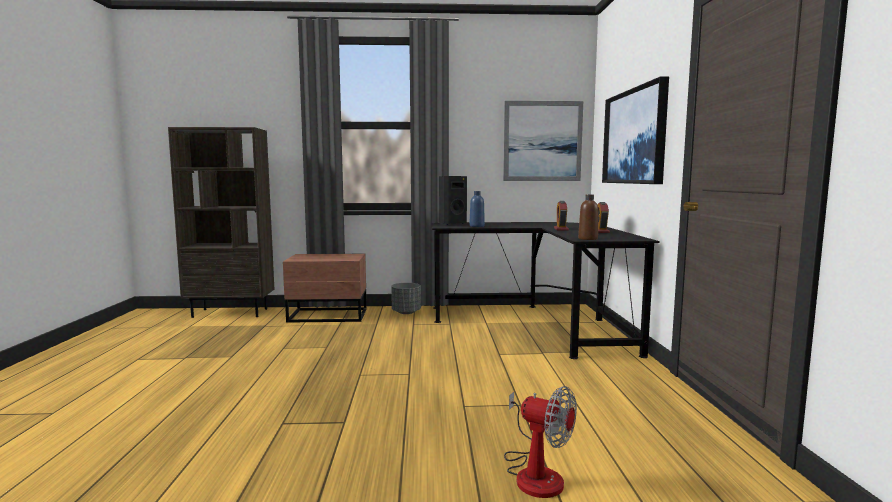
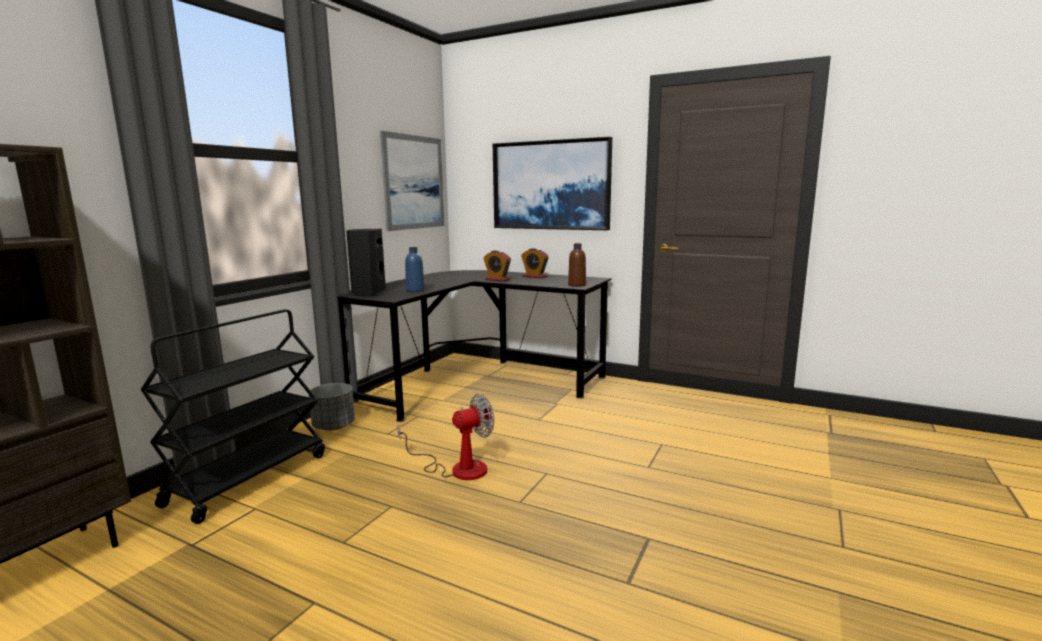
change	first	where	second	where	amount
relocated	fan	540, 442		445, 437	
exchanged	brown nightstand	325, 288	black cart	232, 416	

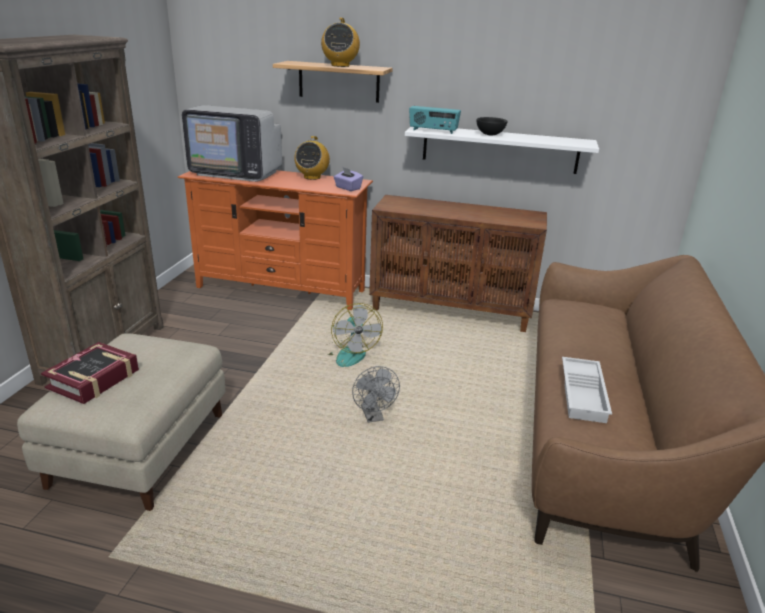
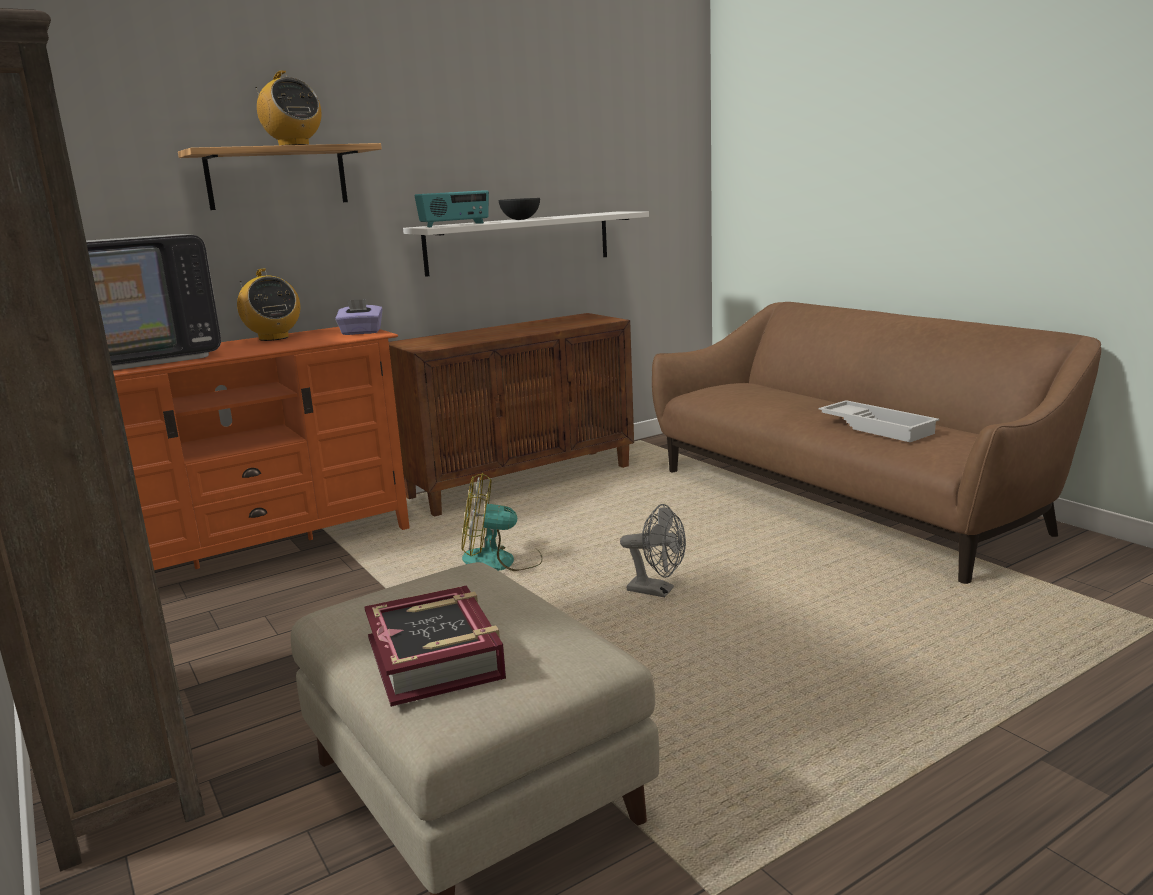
change	first	where	second	where	amount
spun	fan	354, 335		502, 522	150 degrees clockwise

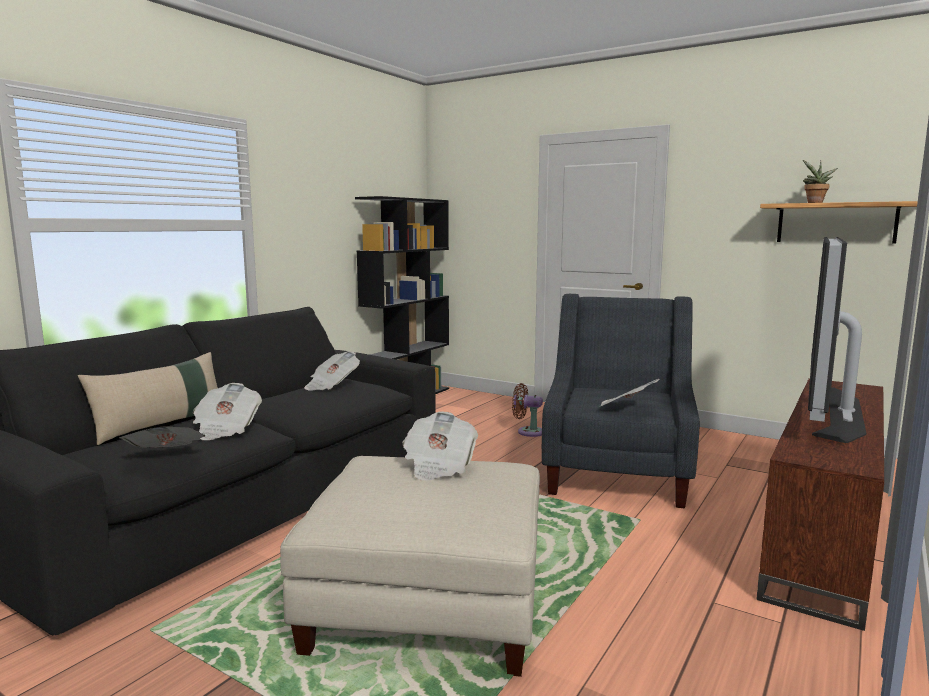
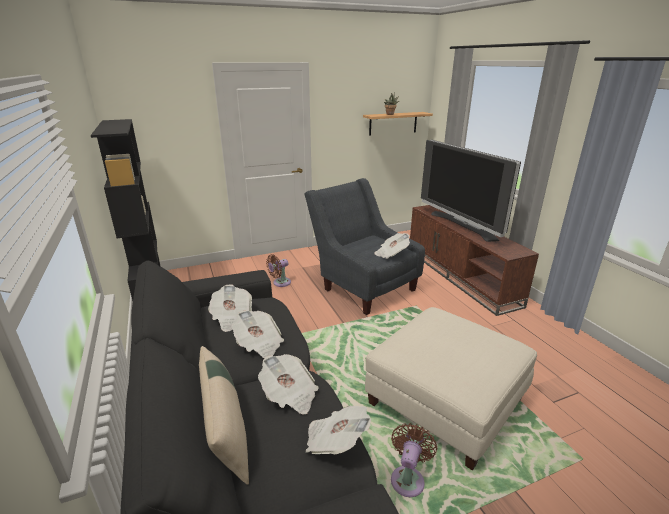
change	first	where	second	where	amount
appeared			brown fan	414, 460	
relocated	newspaper	440, 445		257, 334	

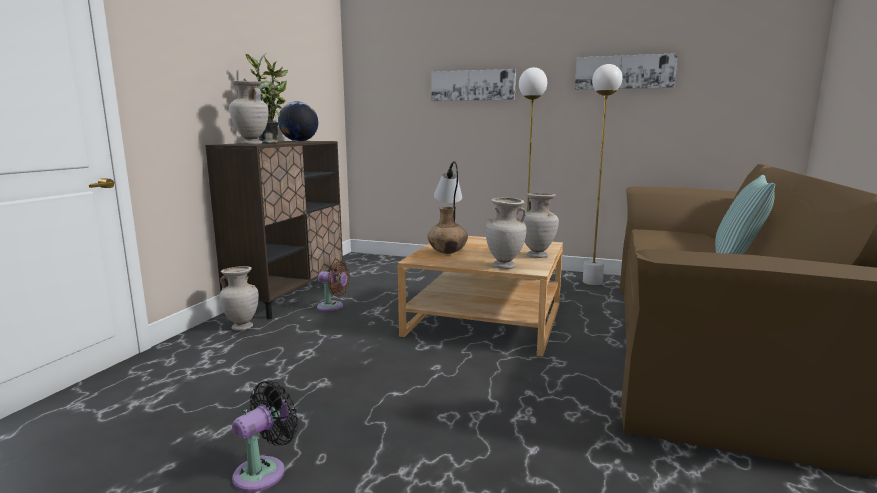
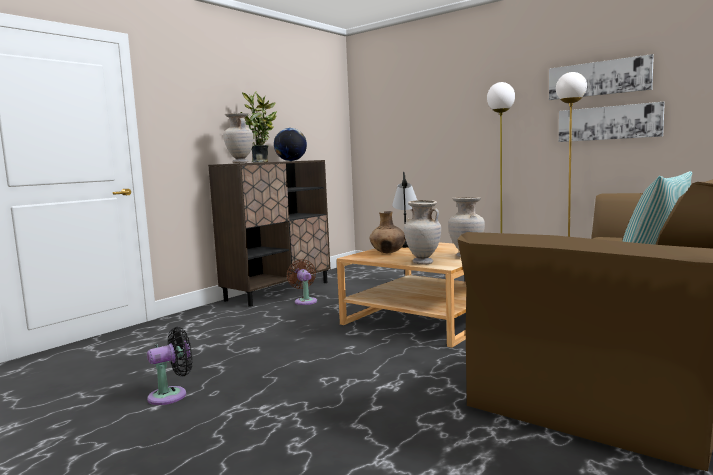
change	first	where	second	where	amount
missing	beige vase	239, 298			
relocated	picture	473, 85		612, 122	
spun	brown fan	333, 286		302, 282	150 degrees counterclockwise

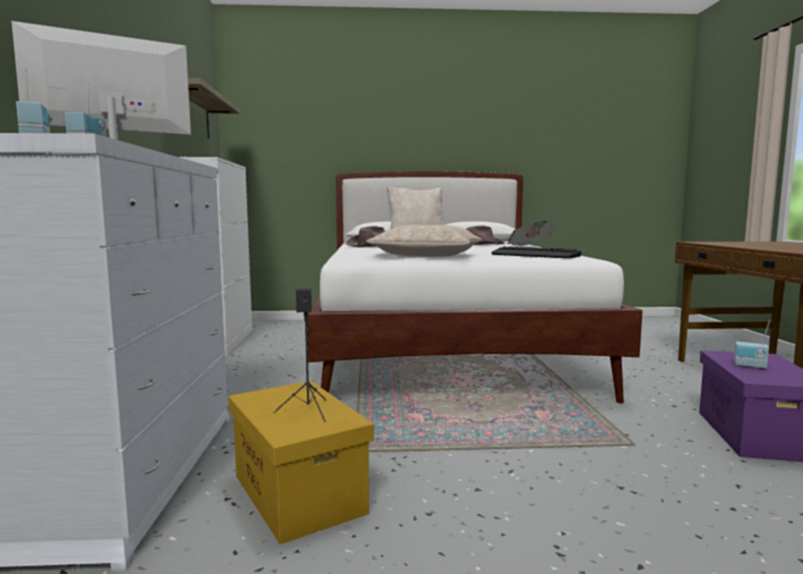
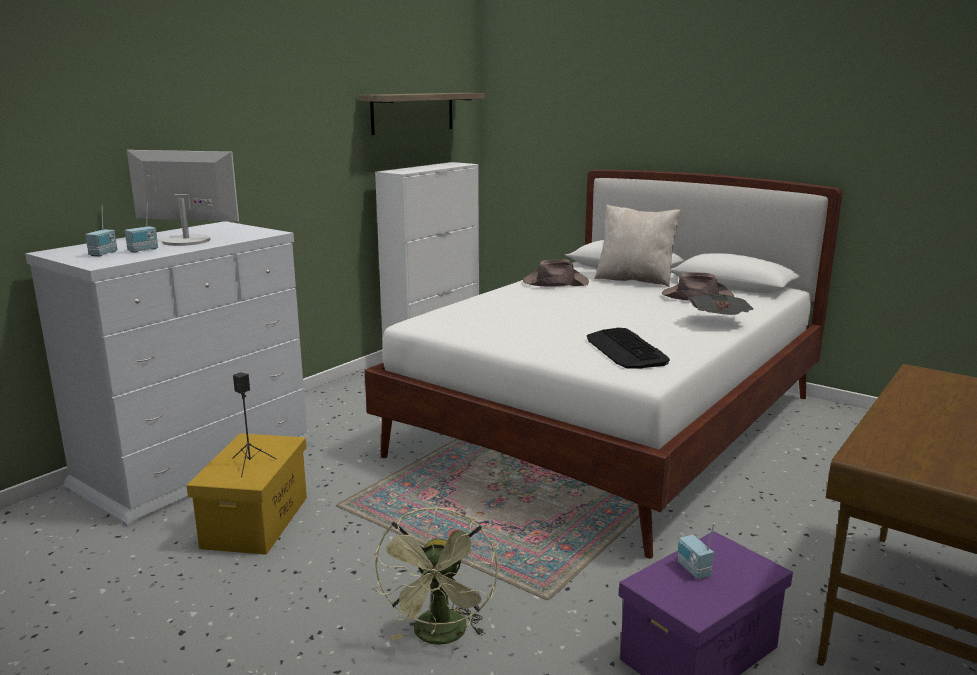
change	first	where	second	where	amount
missing	beige pillow	424, 241			
appeared			green fan	436, 576	

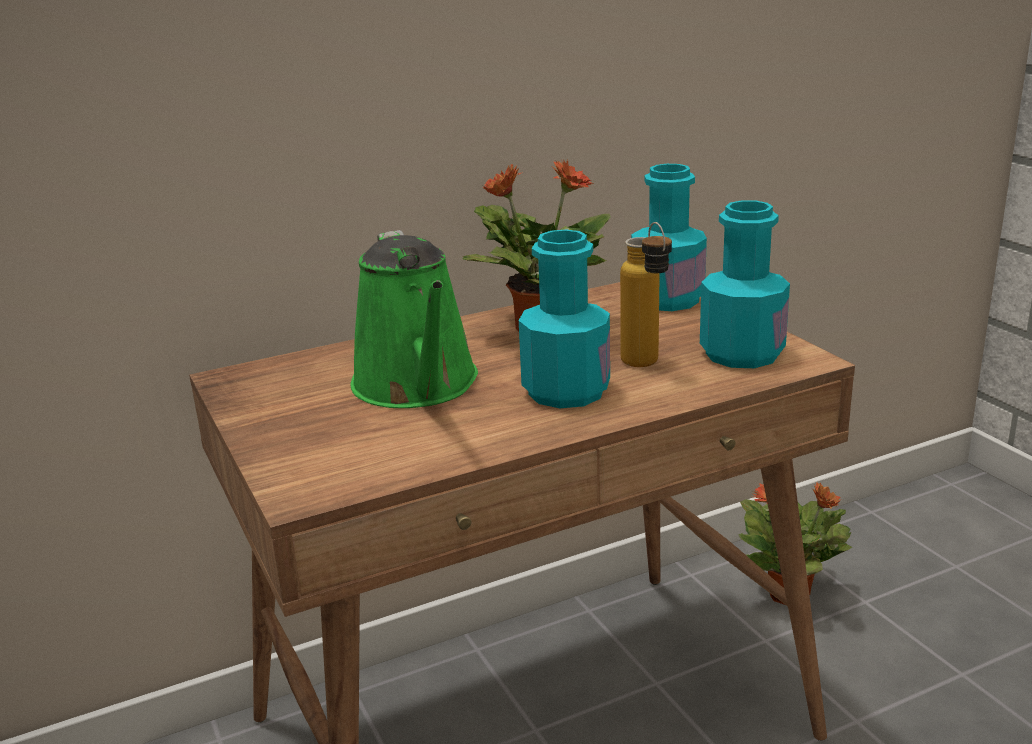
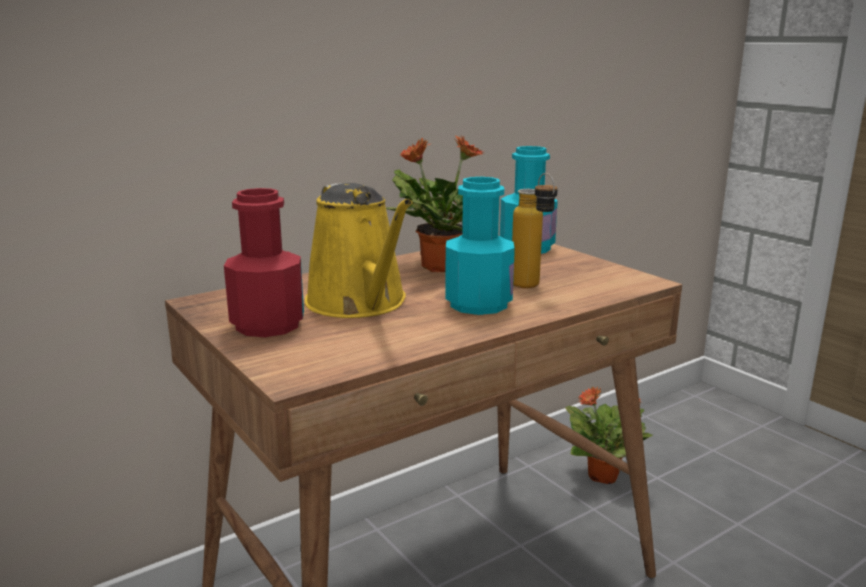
change	first	where	second	where	amount
missing	turquoise bottle	745, 284			
appeared			red bottle	264, 262	
colour	green watering can	414, 319	yellow watering can	359, 250	

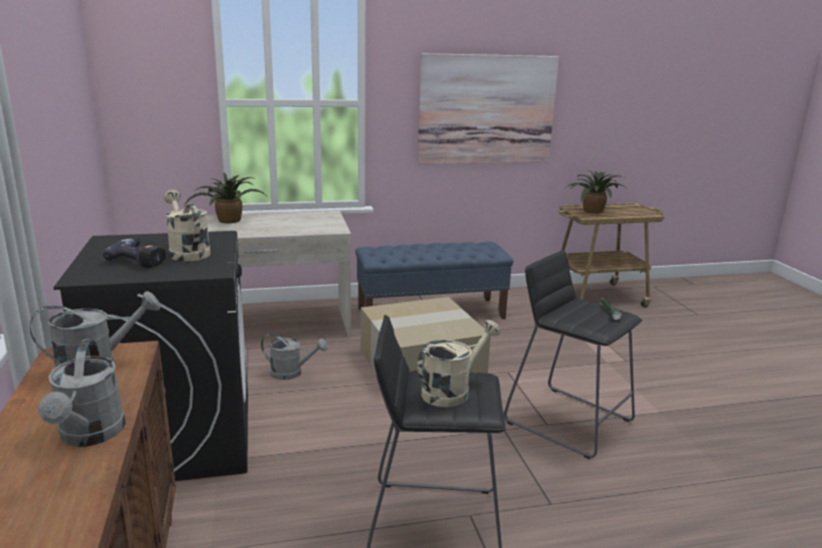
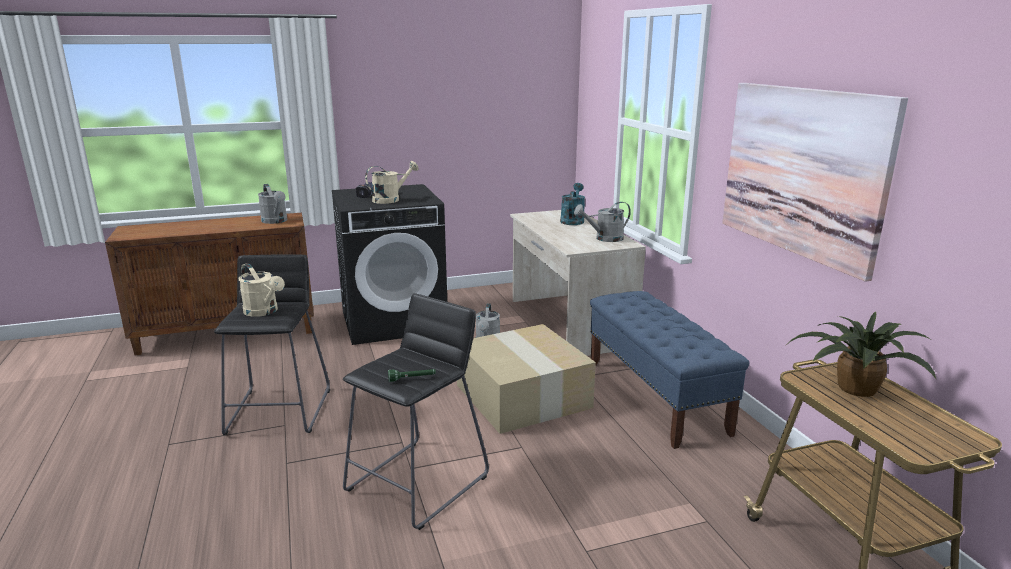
change	first	where	second	where	amount
relocated	grey watering can	82, 393		602, 222	
exchanged	potted plant	225, 198	turquoise watering can	572, 204	

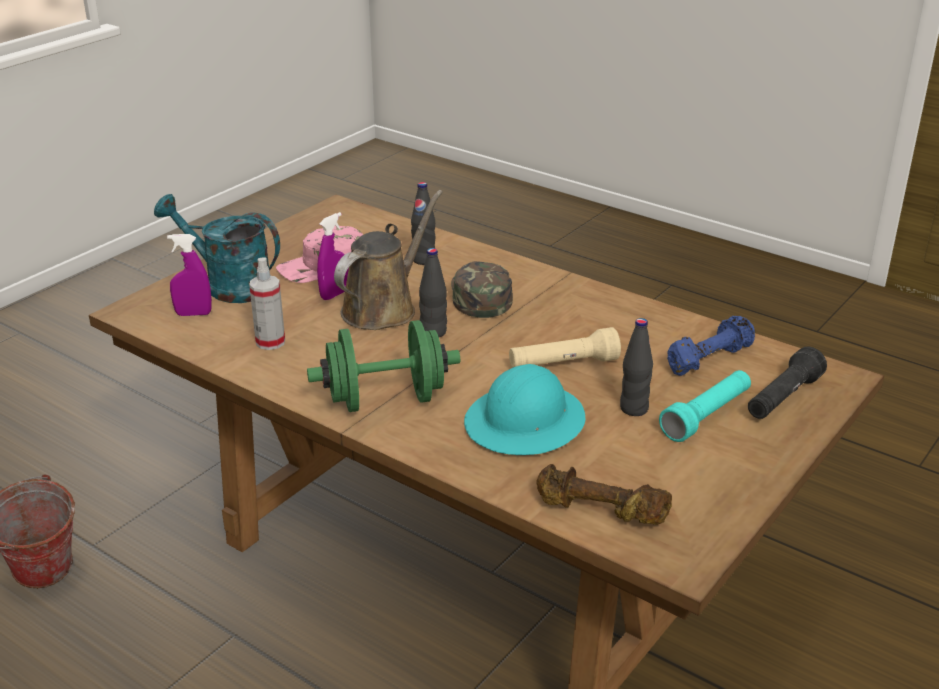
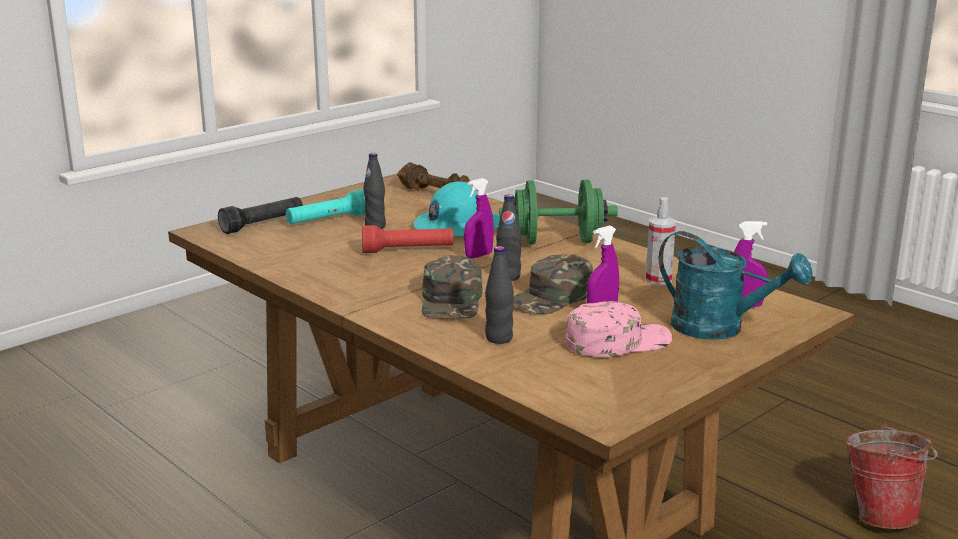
change	first	where	second	where	amount
missing	blue dumbbell	711, 346			
appeared			purple spray bottle	479, 218	
exchanged	brown watering can	388, 260	green cap	553, 284	
colour	beige flashlight	565, 347	red flashlight	408, 239	

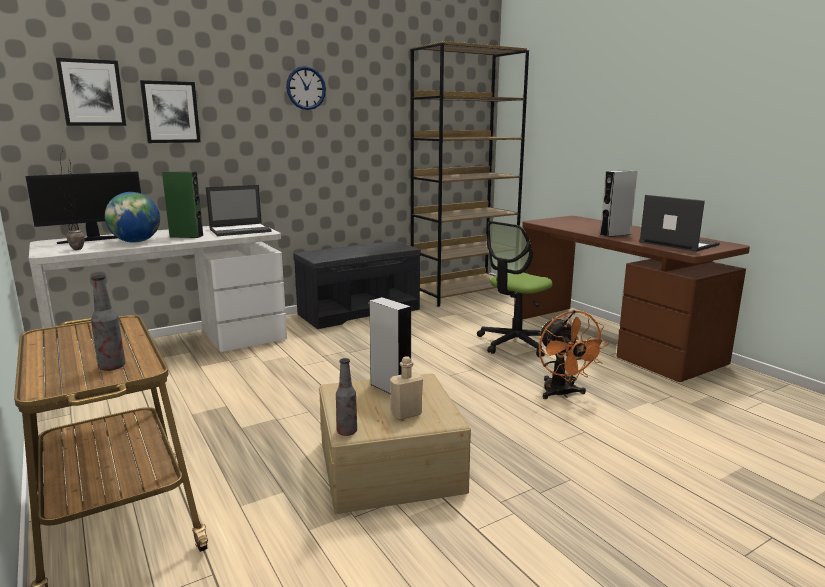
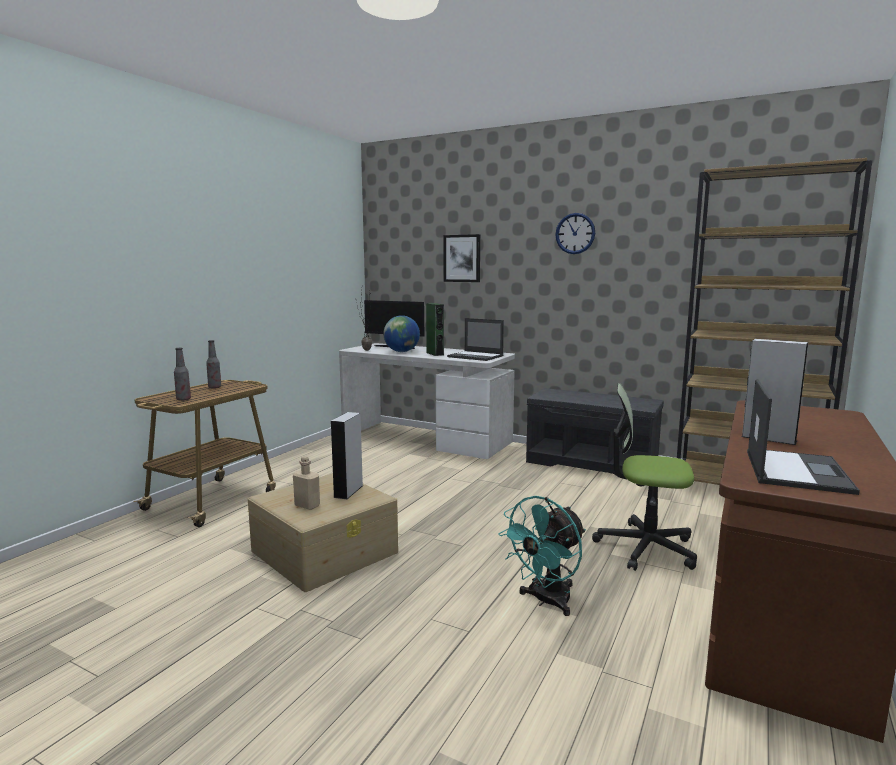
change	first	where	second	where	amount
missing	picture	91, 92			
relocated	bottle	346, 397		213, 364	
colour	orange fan	574, 354	turquoise fan	542, 556	

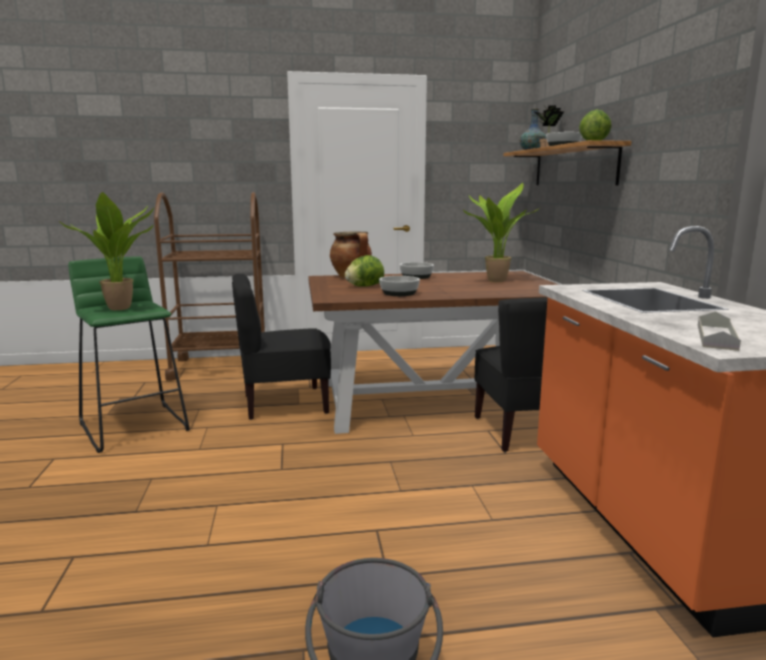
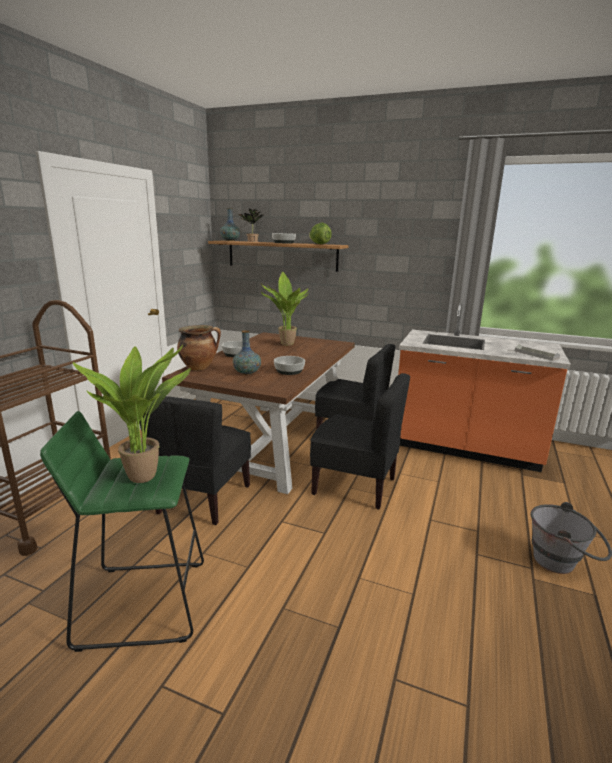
change	first	where	second	where	amount
appeared			black chair	360, 441	
exchanged	lettuce	364, 271	vase	247, 352	

